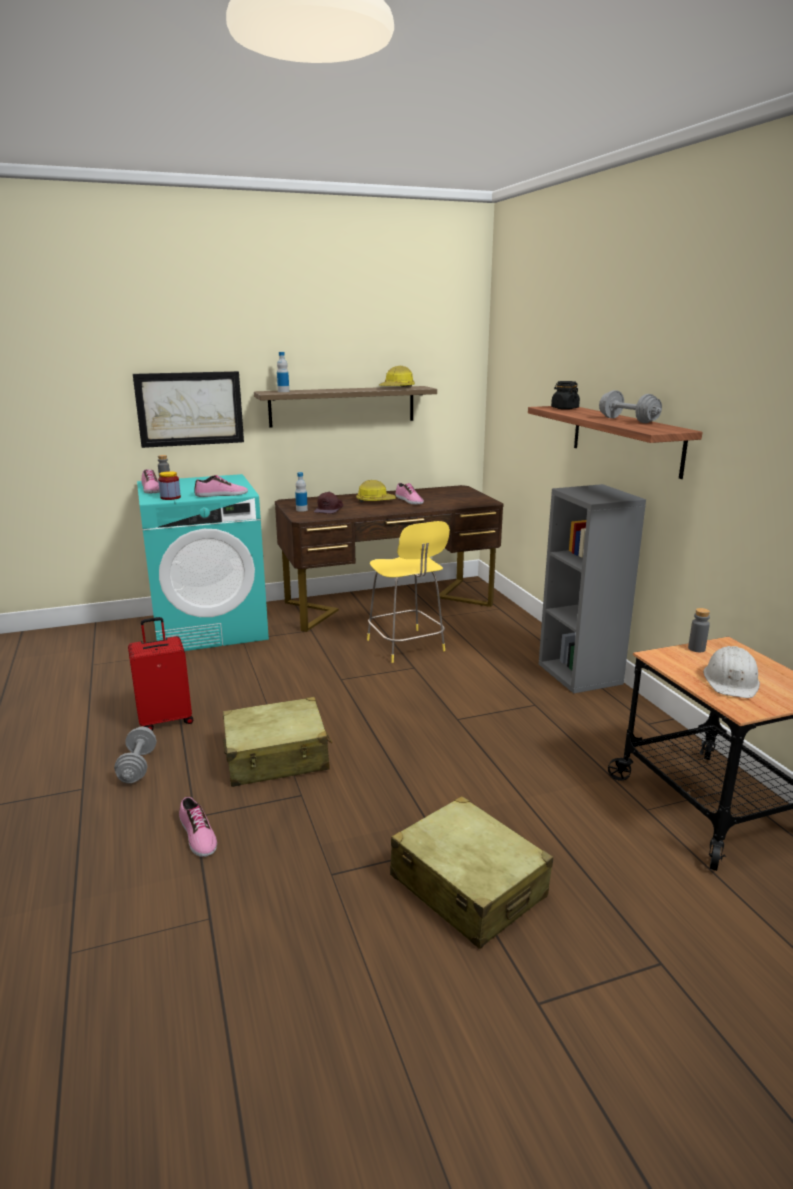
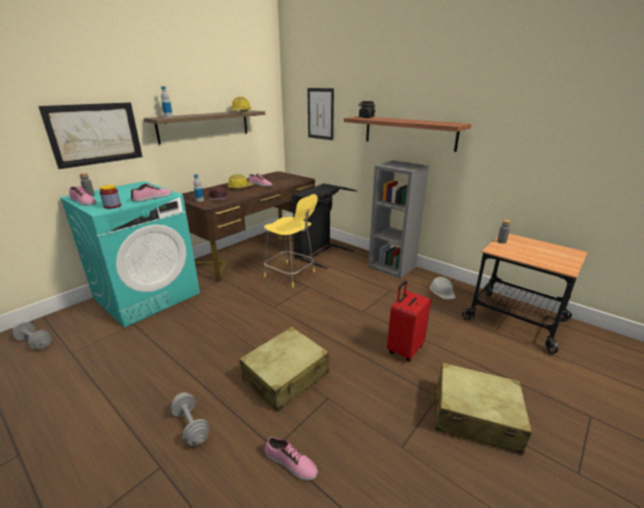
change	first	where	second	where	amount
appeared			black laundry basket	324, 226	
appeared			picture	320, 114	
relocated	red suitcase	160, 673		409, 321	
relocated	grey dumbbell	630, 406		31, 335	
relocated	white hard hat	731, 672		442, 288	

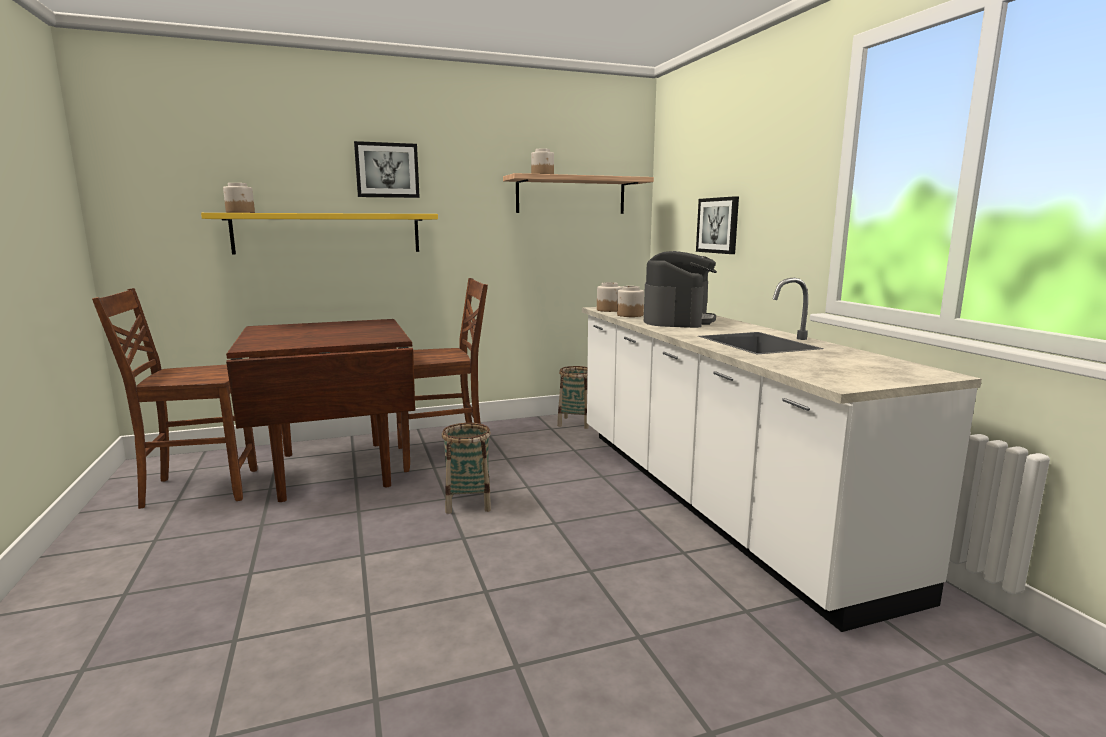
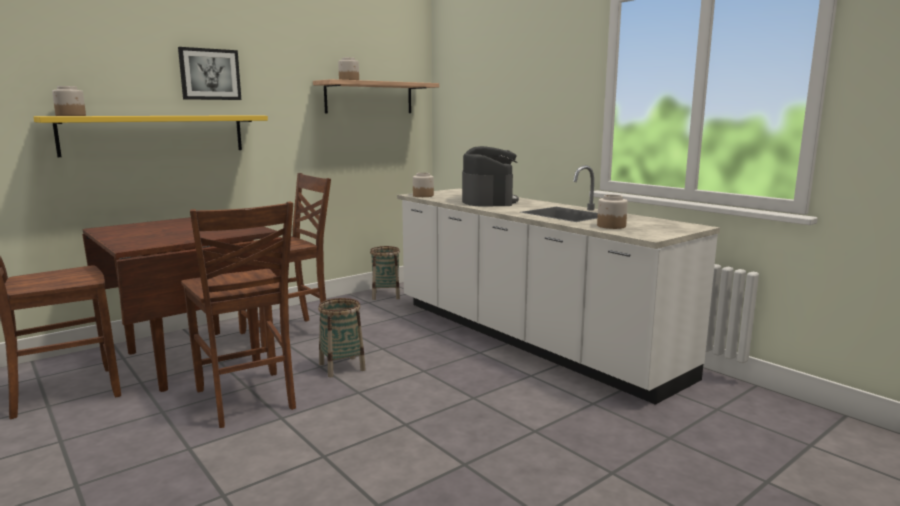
change	first	where	second	where	amount
missing	picture	717, 225			
appeared			brown chair	238, 315	
relocated	jar	630, 301		612, 212	

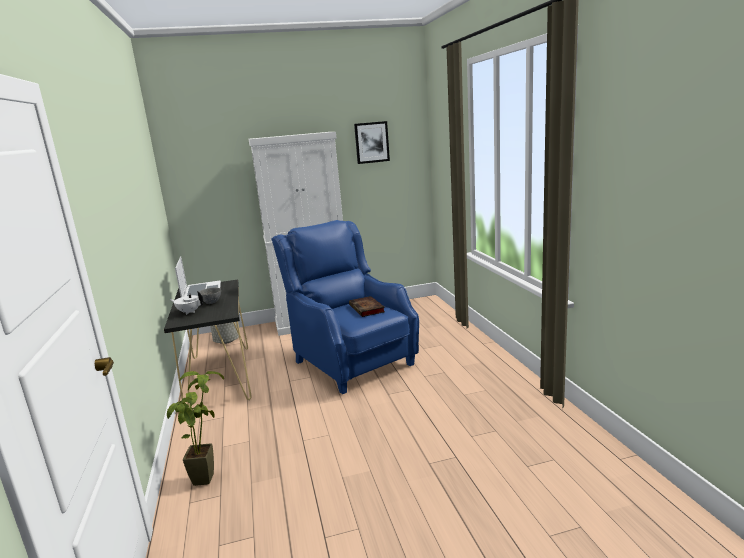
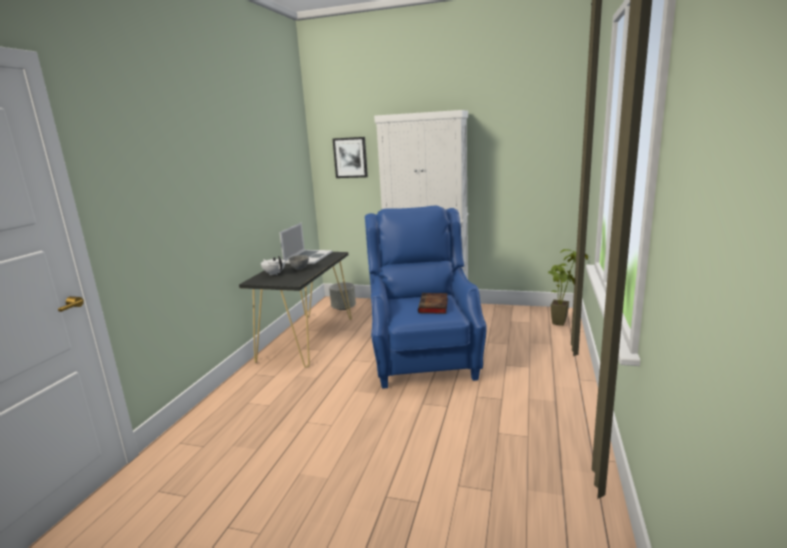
change	first	where	second	where	amount
relocated	potted plant	195, 428		568, 287	
relocated	picture	372, 142		350, 157	

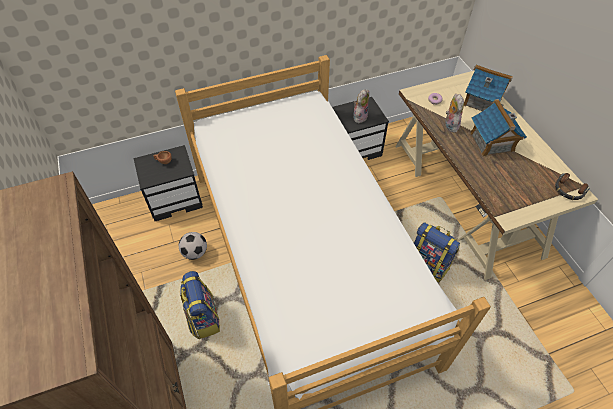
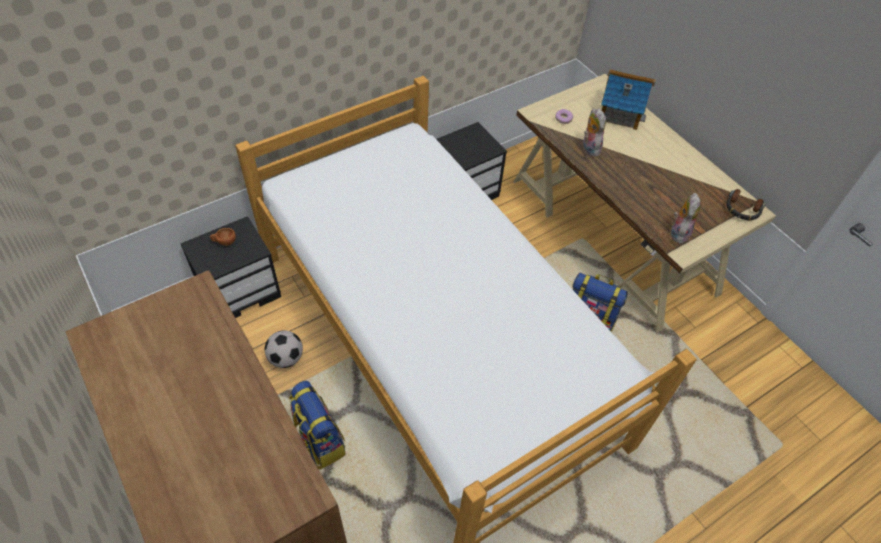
change	first	where	second	where	amount
missing	toy house	498, 127			
relocated	plush toy	361, 106		686, 218	

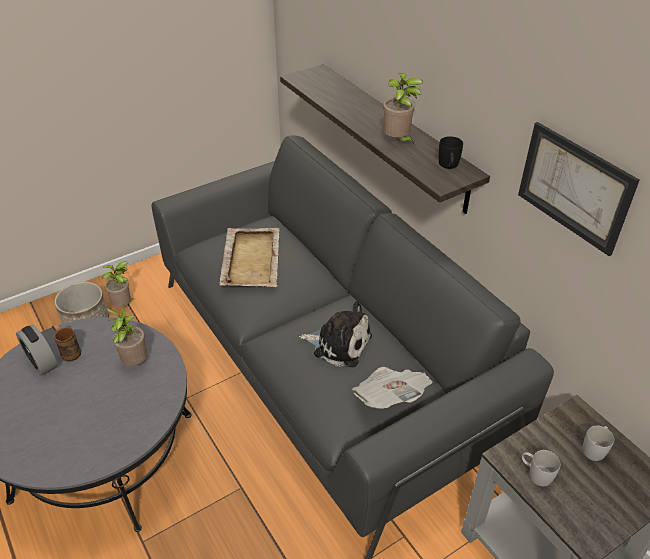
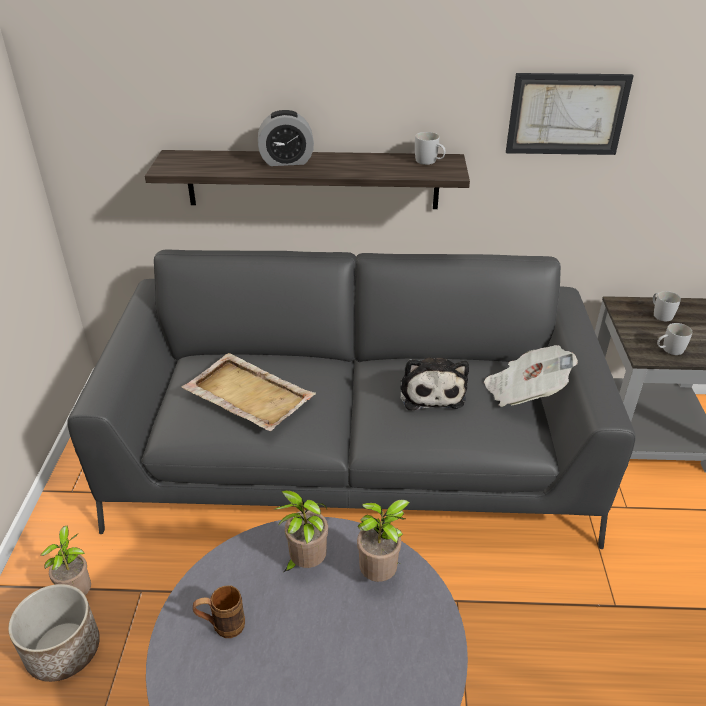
change	first	where	second	where	amount
relocated	alarm clock	37, 350		286, 138	
relocated	potted plant	403, 108		383, 541	
colour	black mug	450, 152	white mug	430, 148	
spun	plush toy	335, 334		435, 383	120 degrees clockwise

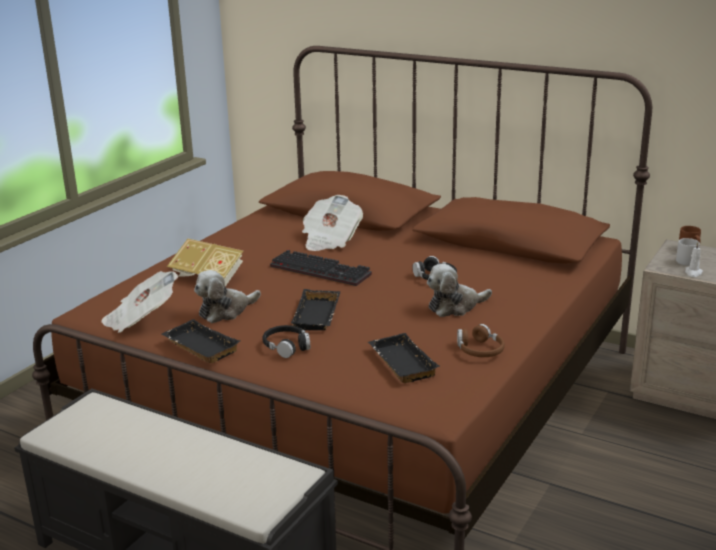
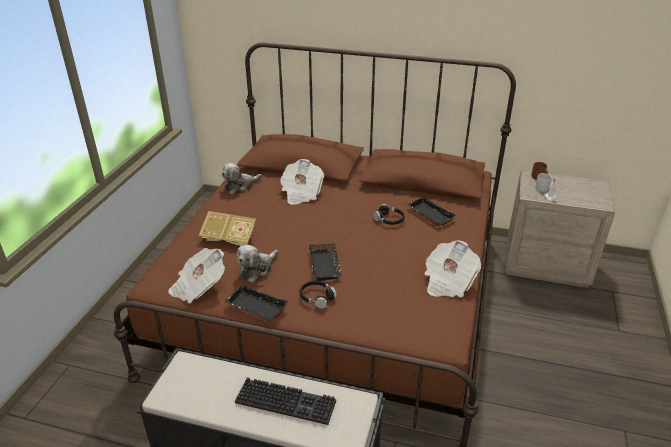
change	first	where	second	where	amount
relocated	keyboard	321, 268		285, 401	
relocated	black tray	404, 358		431, 211	
relocated	plush toy	459, 290		242, 179	
exchanged	brown headphones	481, 340	newspaper	452, 268	

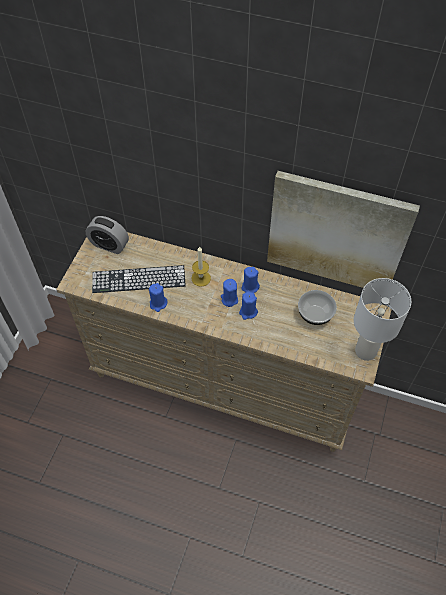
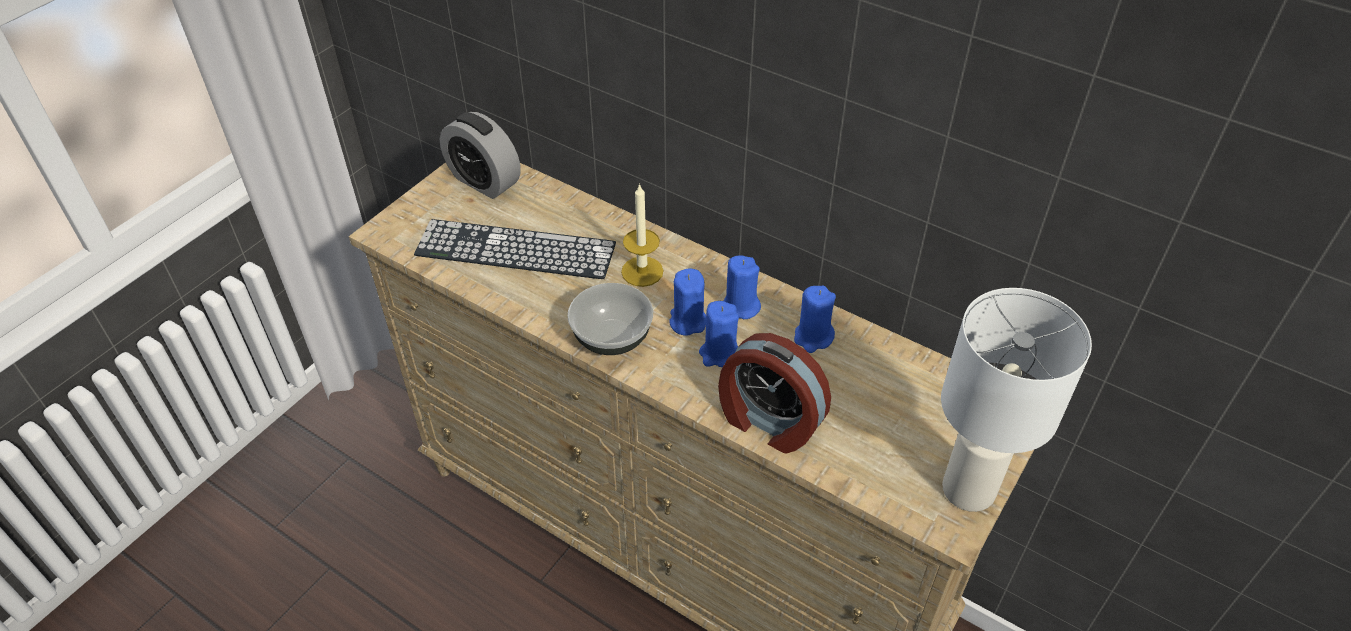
change	first	where	second	where	amount
missing	picture	343, 229			
appeared			alarm clock	774, 393	
relocated	blue candle	158, 297		815, 319	
relocated	bowl	317, 307		610, 319	

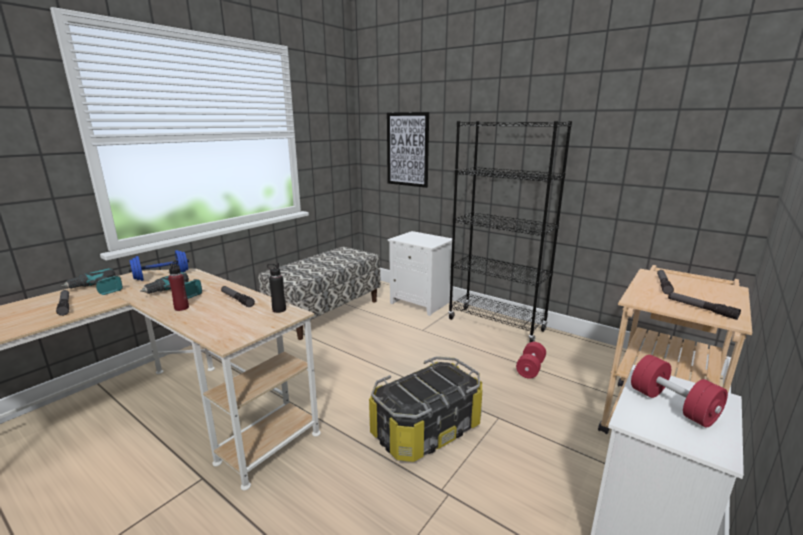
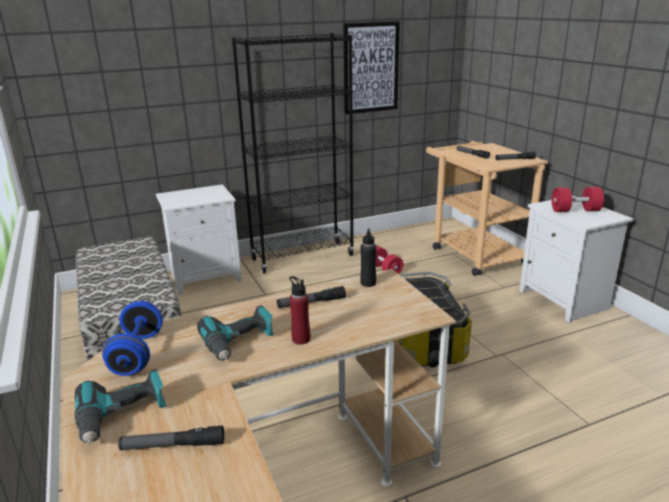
change	first	where	second	where	amount
relocated	picture	408, 150		371, 67	

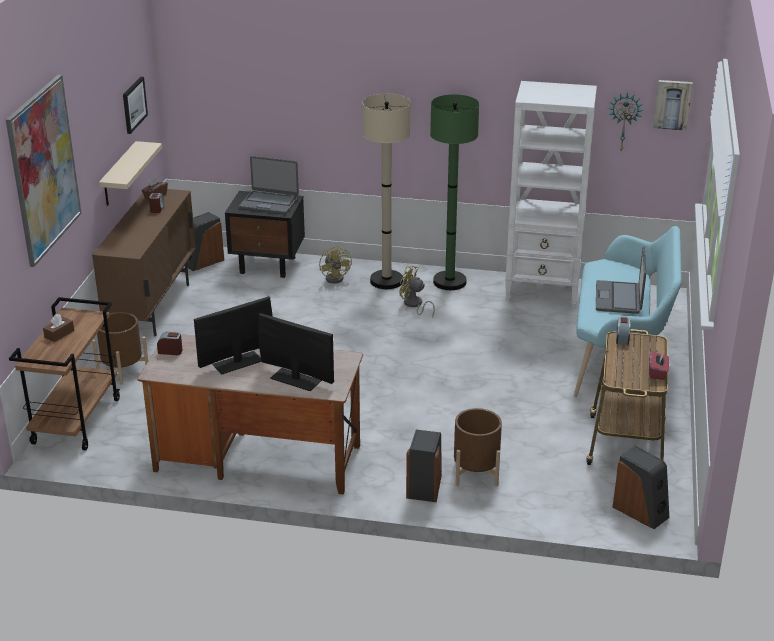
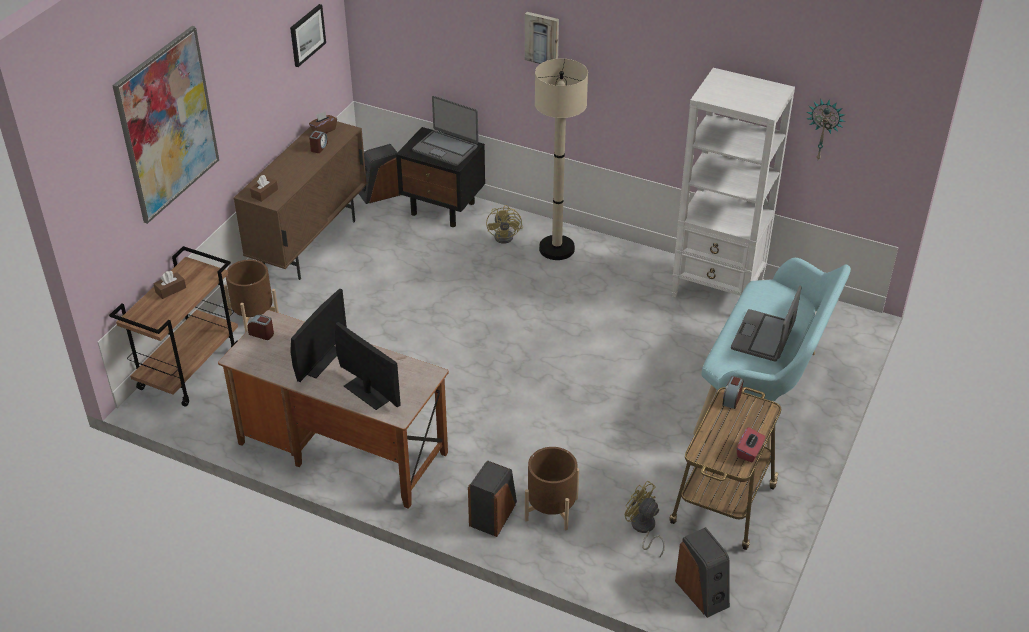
change	first	where	second	where	amount
missing	beige shelf	130, 173			
missing	green floor lamp	454, 192			
appeared			brown tissue box	264, 188	
relocated	yellow fan	417, 291		645, 519	
relocated	picture	673, 105		542, 38	
spun	monitor	233, 335		318, 335	135 degrees clockwise

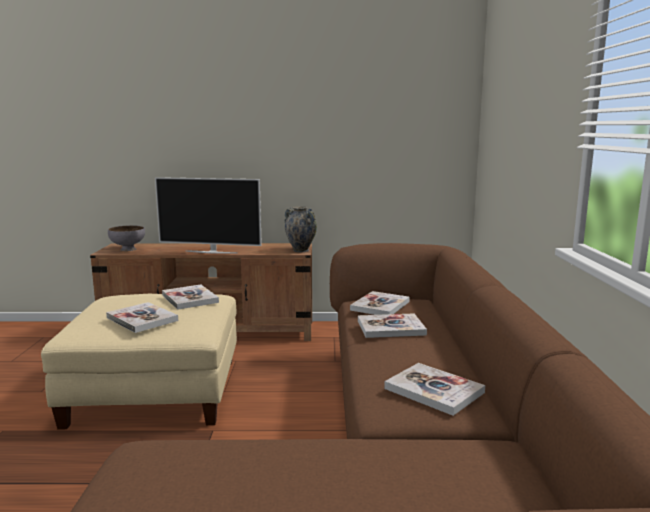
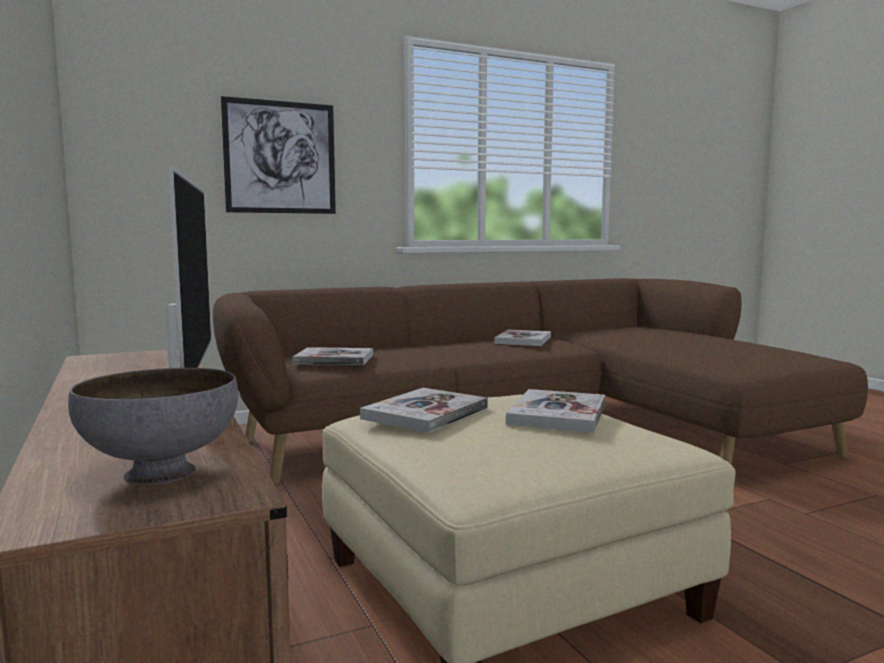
change	first	where	second	where	amount
missing	vase	301, 229			
missing	book	392, 325			
appeared			picture	278, 155	

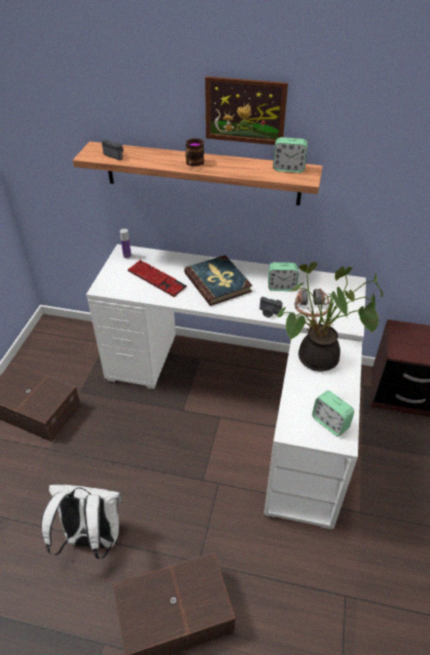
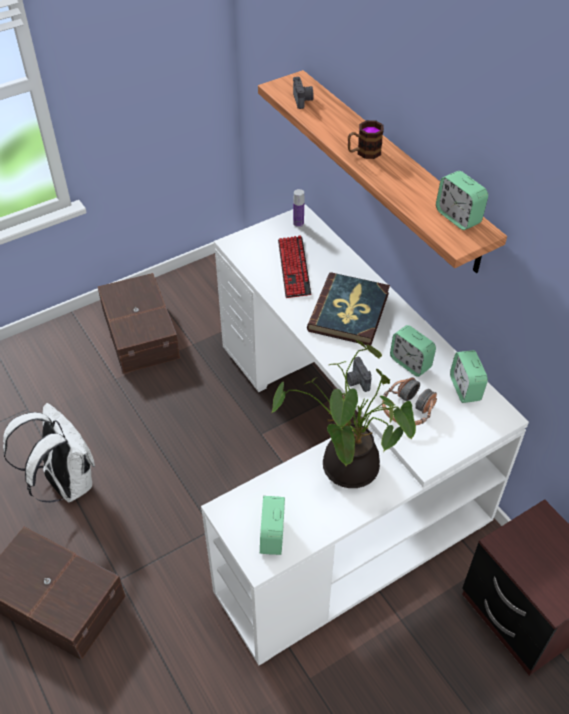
change	first	where	second	where	amount
missing	picture	246, 110			
appeared			alarm clock	469, 376	

